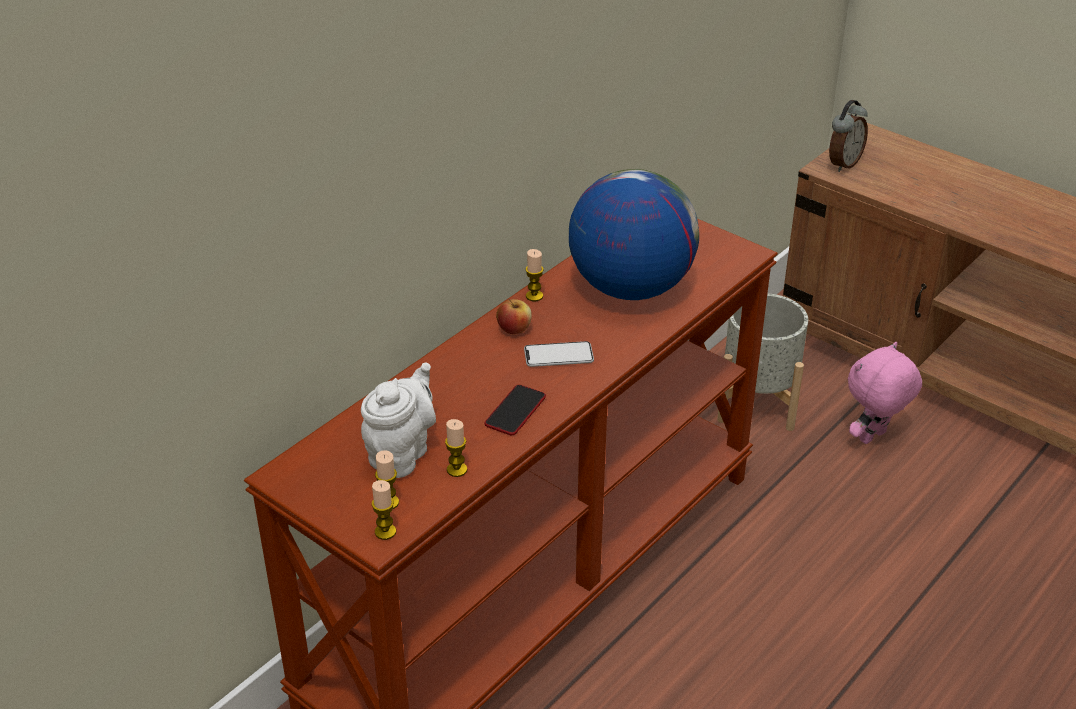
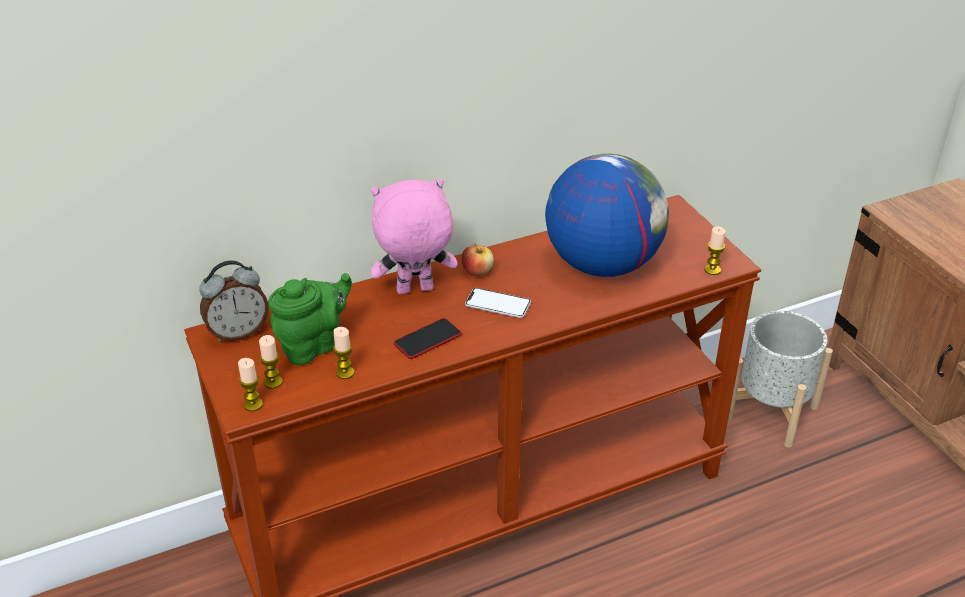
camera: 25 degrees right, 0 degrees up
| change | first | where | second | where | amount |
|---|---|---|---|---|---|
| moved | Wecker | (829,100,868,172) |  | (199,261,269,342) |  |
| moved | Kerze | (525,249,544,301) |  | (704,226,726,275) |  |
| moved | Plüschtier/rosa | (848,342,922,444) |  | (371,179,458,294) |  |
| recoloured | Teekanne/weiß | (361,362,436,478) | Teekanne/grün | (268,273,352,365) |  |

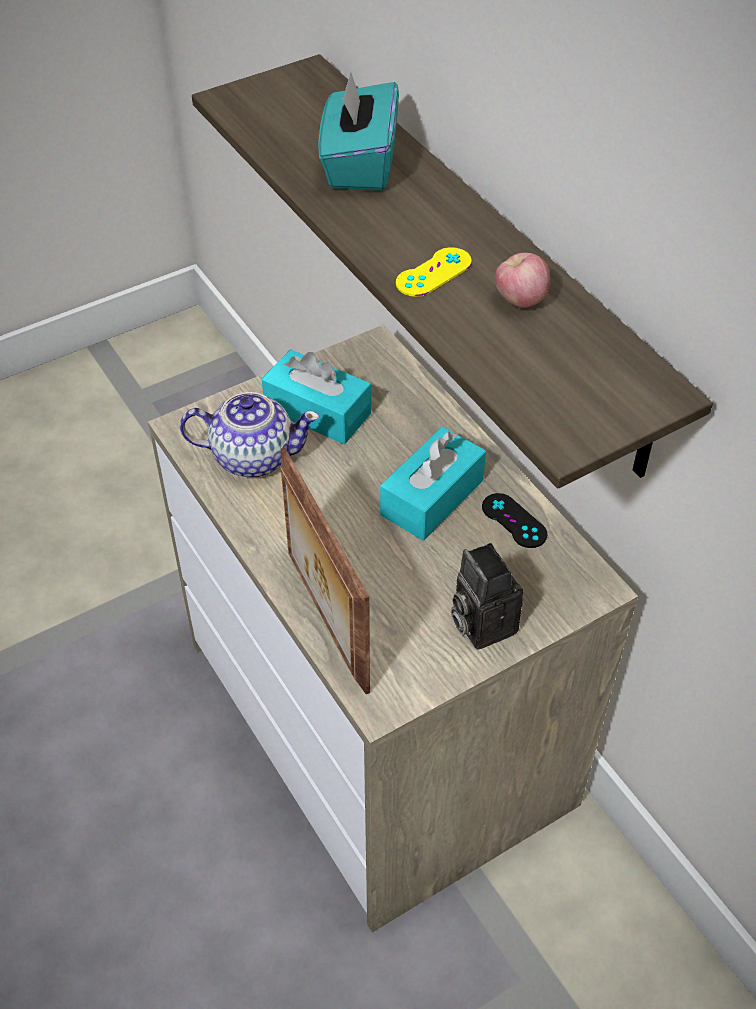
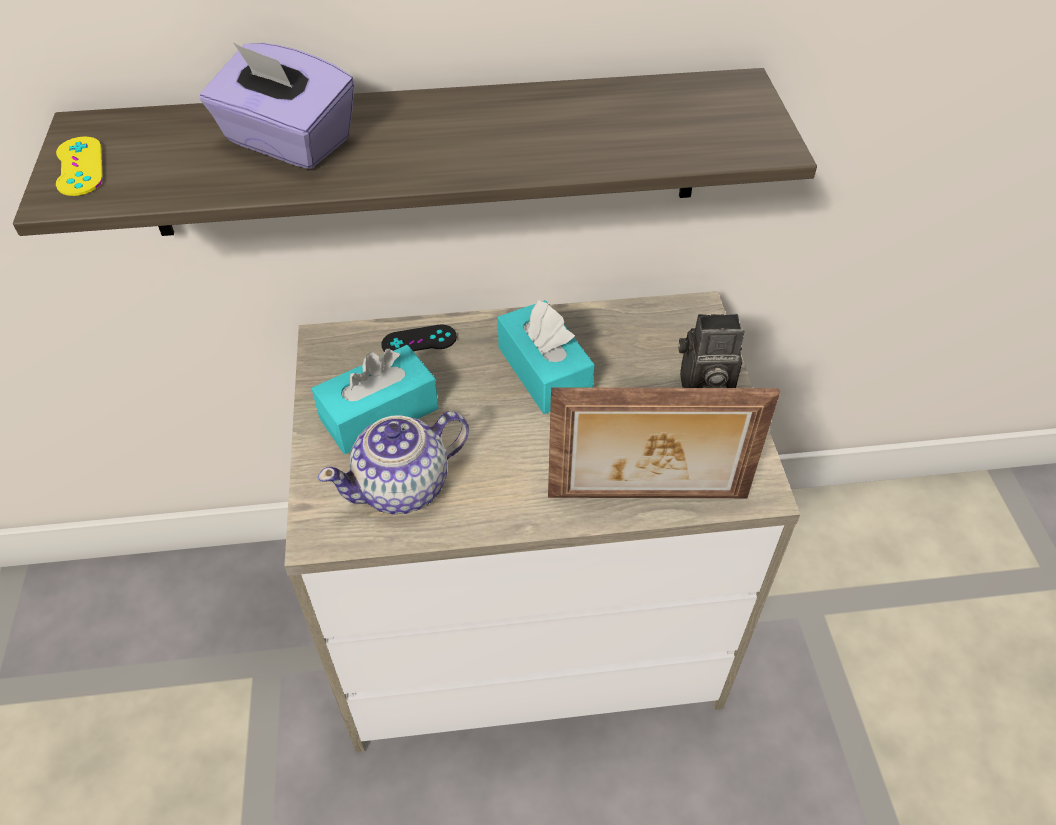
camera: 65 degrees left, 0 degrees up
| change | first | where | second | where | amount |
|---|---|---|---|---|---|
| recoloured | Taschentuchbox/türkis | (318,71,399,191) | Taschentuchbox/lila | (200,42,354,169) |  |
| moved | Gamepad/gelb | (396,247,472,297) |  | (56,137,103,196) |  |
| removed | Apfel | (495,253,551,308) |  |  |  |
| turned | Teekanne | (180,392,320,477) |  | (318,411,469,514) | 150 degrees counterclockwise |
| moved | Gamepad/schwarz | (482,493,547,548) |  | (381,324,457,352) |  |

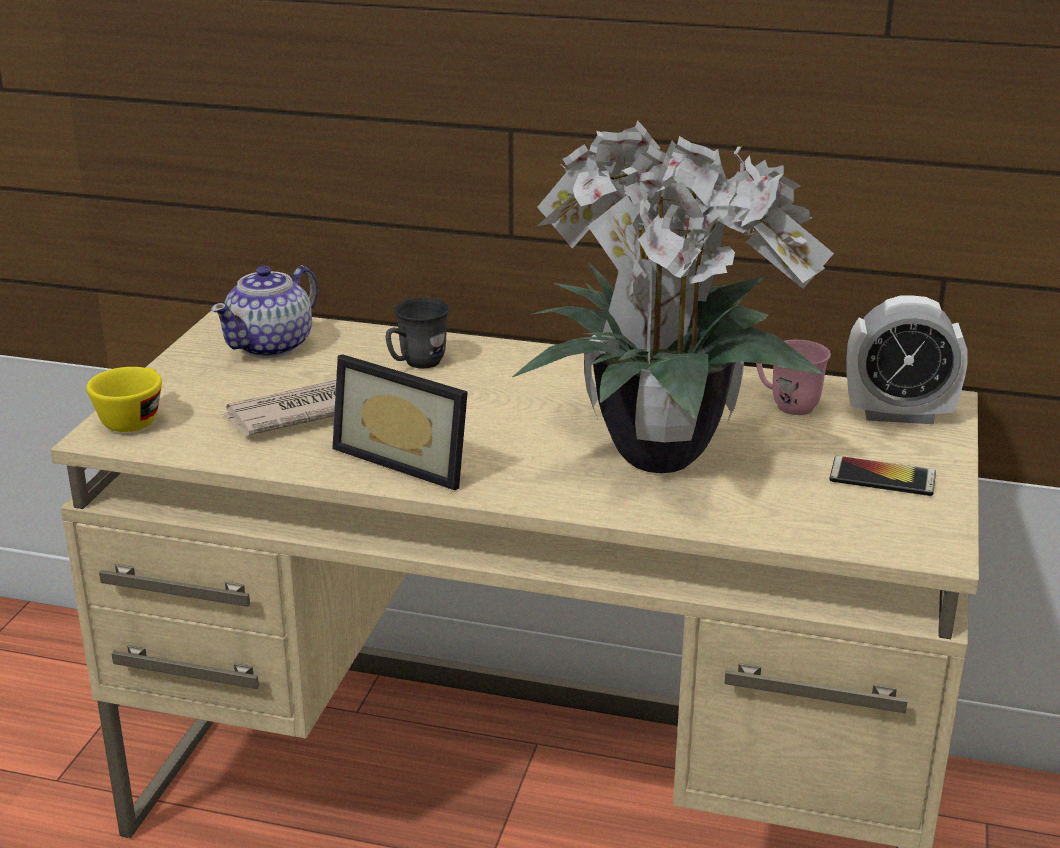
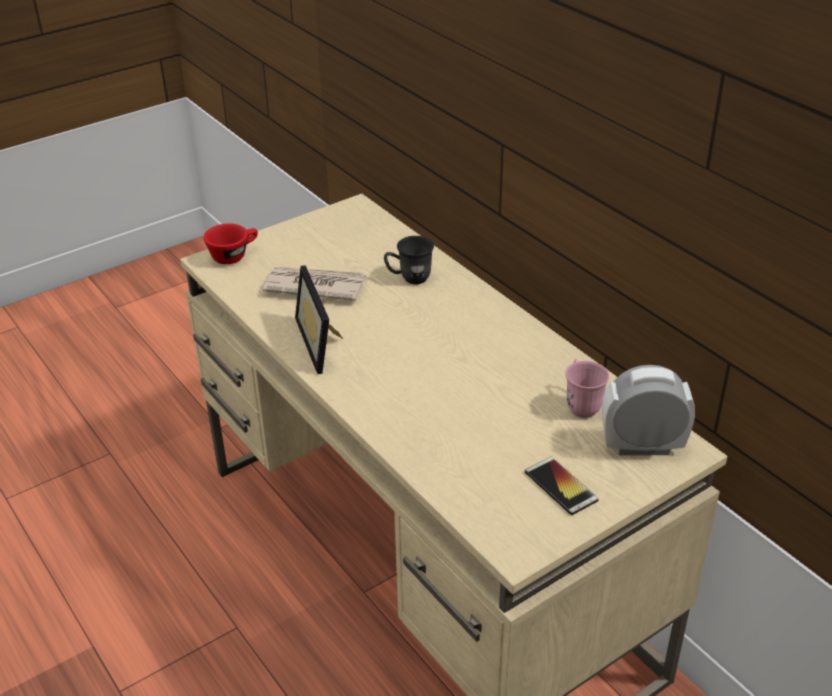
camera: 40 degrees right, 10 degrees up
| change | first | where | second | where | amount |
|---|---|---|---|---|---|
| removed | Topfpflanze | (512,120,834,473) |  |  |  |
| removed | Teekanne | (211,265,318,358) |  |  |  |
| turned | Wecker | (847,296,967,424) |  | (602,365,695,455) | 135 degrees clockwise |
| recoloured | Tasse/gelb | (87,367,162,432) | Tasse/rot | (204,223,258,264) |  |

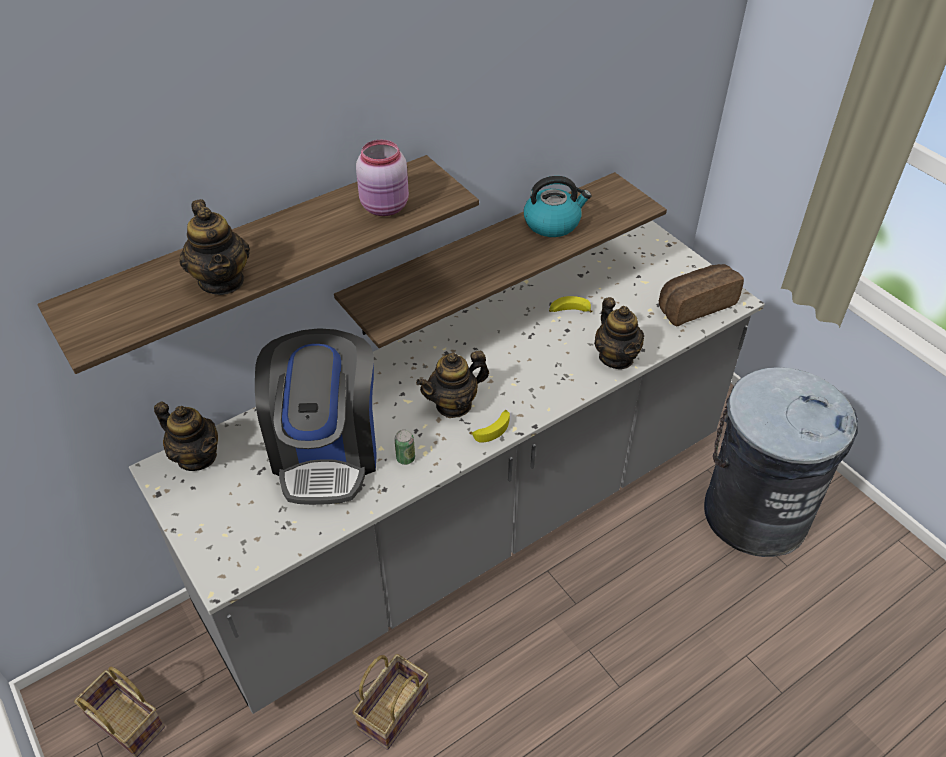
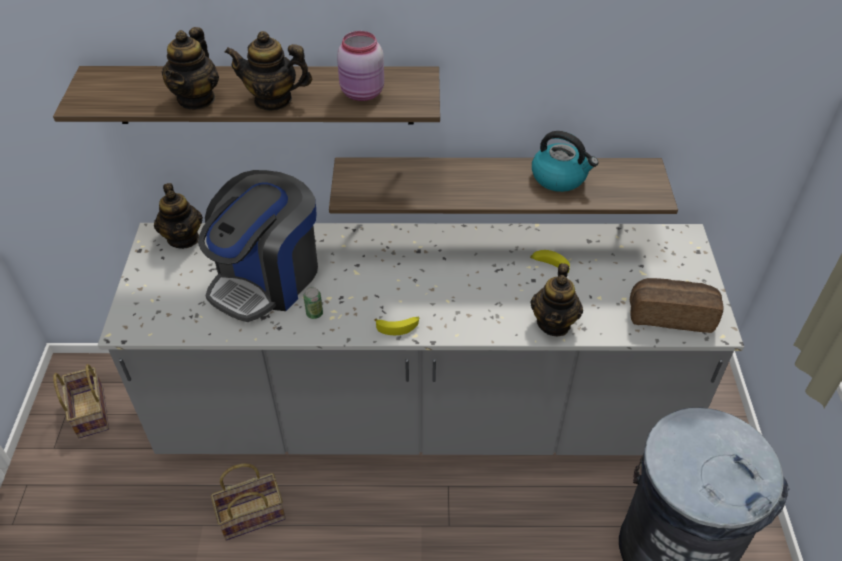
camera: 35 degrees right, 0 degrees up
| change | first | where | second | where | amount |
|---|---|---|---|---|---|
| moved | Teekanne | (416,351,489,418) |  | (224,31,312,111) |  |

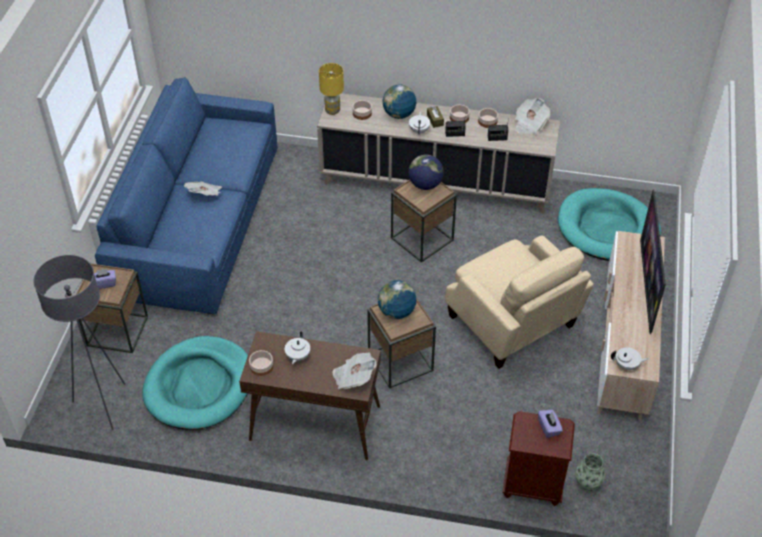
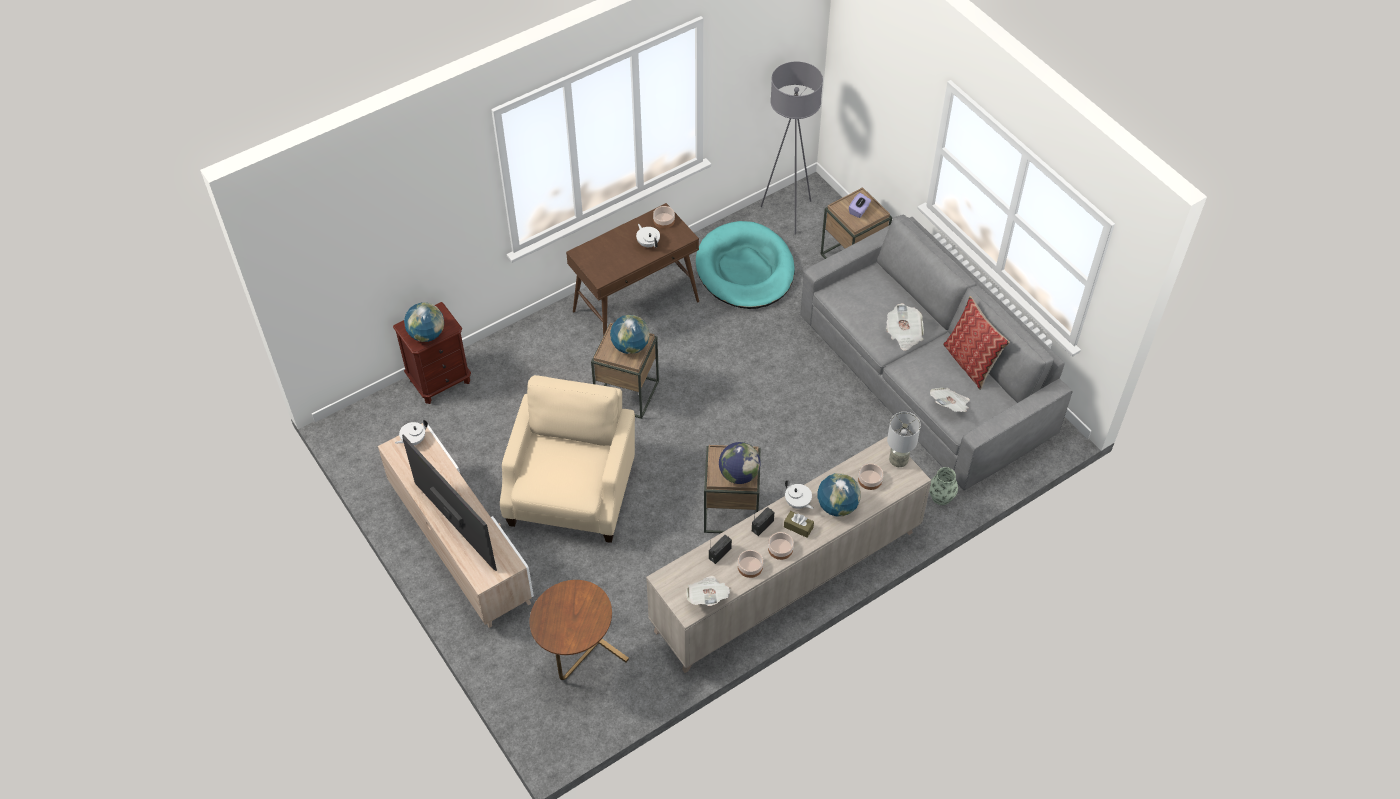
camera: 135 degrees right, 5 degrees up
| change | first | where | second | where | amount |
|---|---|---|---|---|---|
| recoloured | Tischlampe/gelb | (319,63,344,115) | Tischlampe/grau | (887,412,921,467) |  |
| recoloured | Sofa/blau | (95,77,278,315) | Sofa/grau | (800,214,1073,490) |  |
| replaced | Hundebett/türkis | (558,188,661,261) | Beistelltisch/braun | (529,580,629,680) |  |
| turned | Sessel/beige | (445,235,594,369) |  | (500,375,635,543) | 90 degrees clockwise |
| moved | Zeitung | (332,352,377,389) |  | (930,388,970,412) |  |
| replaced | Taschentuchbox/lila | (538,410,563,438) | Globus | (404,303,444,342) |  |
| moved | Vase | (575,453,605,492) |  | (929,467,958,505) |  |
| added |  |  | Kissen | (943,296,1010,390) |  |

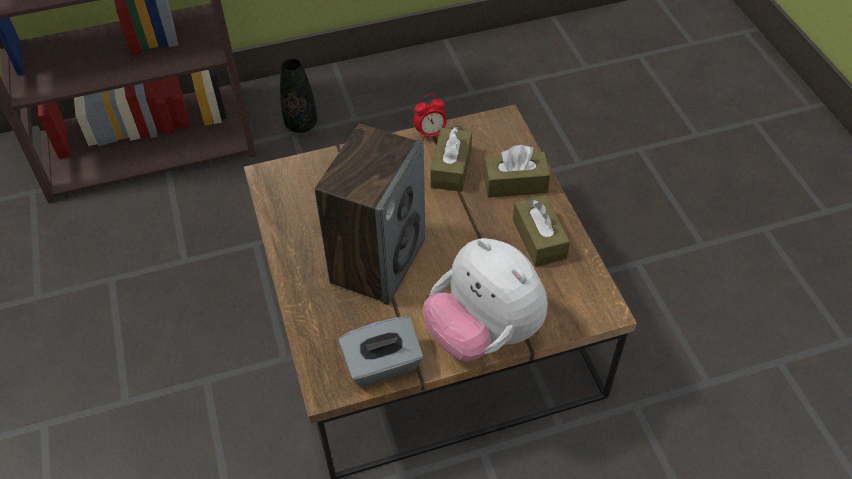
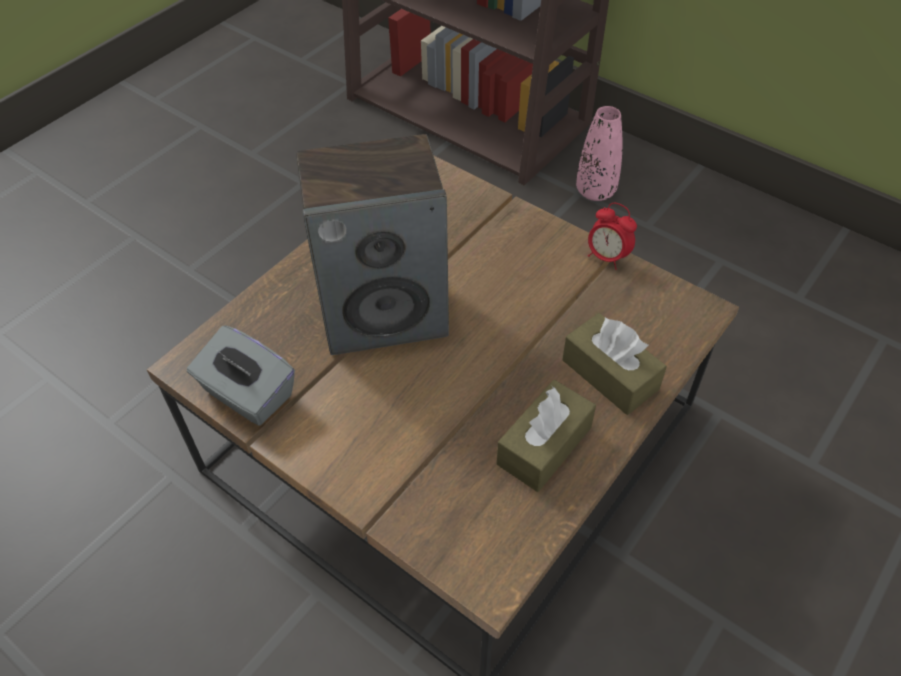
camera: 55 degrees right, 0 degrees up
| change | first | where | second | where | amount |
|---|---|---|---|---|---|
| recoloured | Vase/schwarz | (280,58,317,133) | Vase/rosa | (576,106,622,201) |  |
| removed | Taschentuchbox/braun | (430,127,472,192) |  |  |  |
| removed | Plüschtier | (423,238,548,361) |  |  |  |

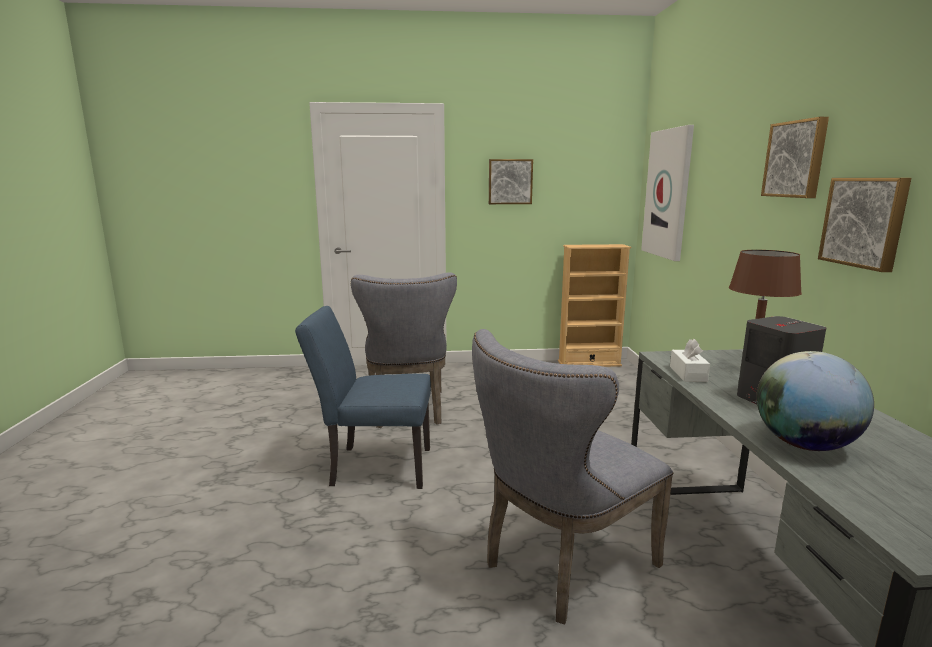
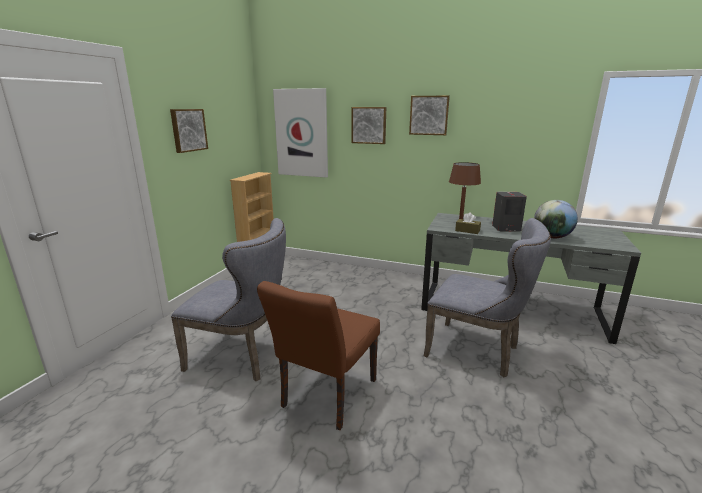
camera: 65 degrees left, 5 degrees up
| change | first | where | second | where | amount |
|---|---|---|---|---|---|
| moved | Bild | (818,178,911,272) |  | (352,107,386,144) |  |
| recoloured | Stuhl/blau | (295,306,431,489) | Stuhl/braun | (257,281,380,430) |  |
| turned | Stuhl/grau | (472,329,673,624) |  | (424,218,551,377) | 45 degrees counterclockwise |
| recoloured | Taschentuchbox/weiß | (670,339,710,382) | Taschentuchbox/braun | (455,212,481,234) |  |

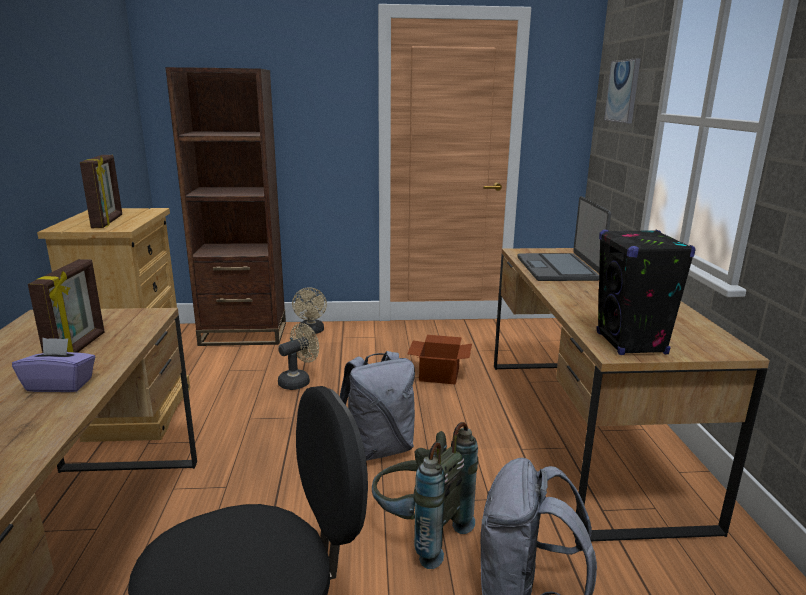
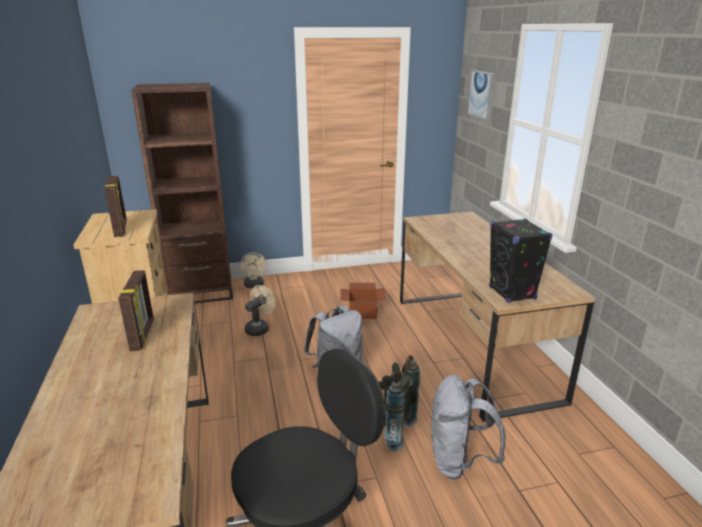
camera: 10 degrees left, 5 degrees up
| change | first | where | second | where | amount |
|---|---|---|---|---|---|
| removed | Laptop | (517,196,611,281) |  |  |  |
| removed | Taschentuchbox/lila | (12,338,95,392) |  |  |  |

